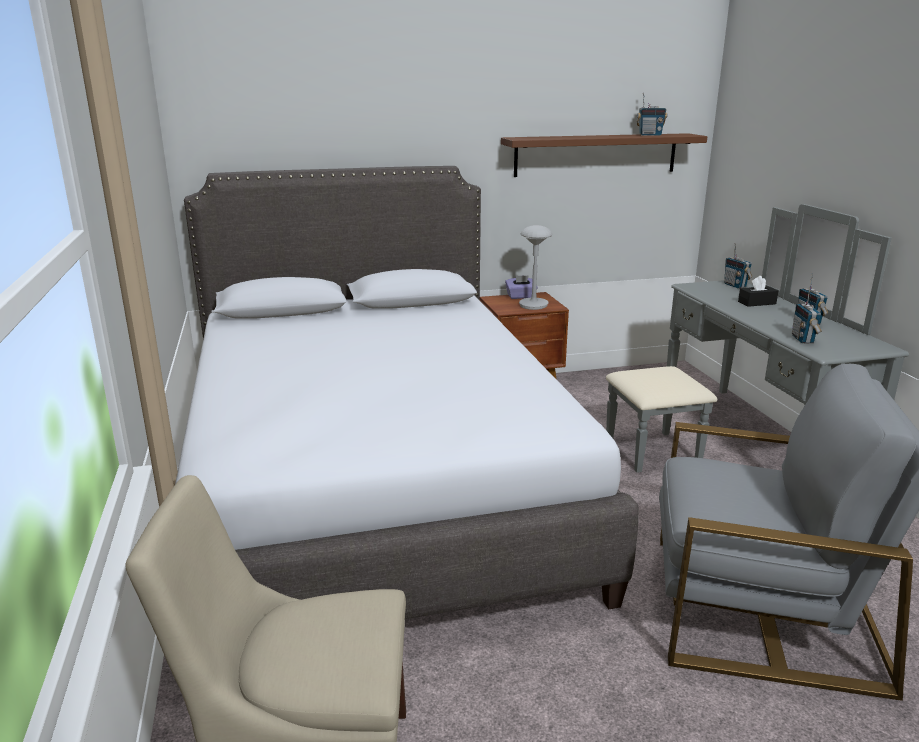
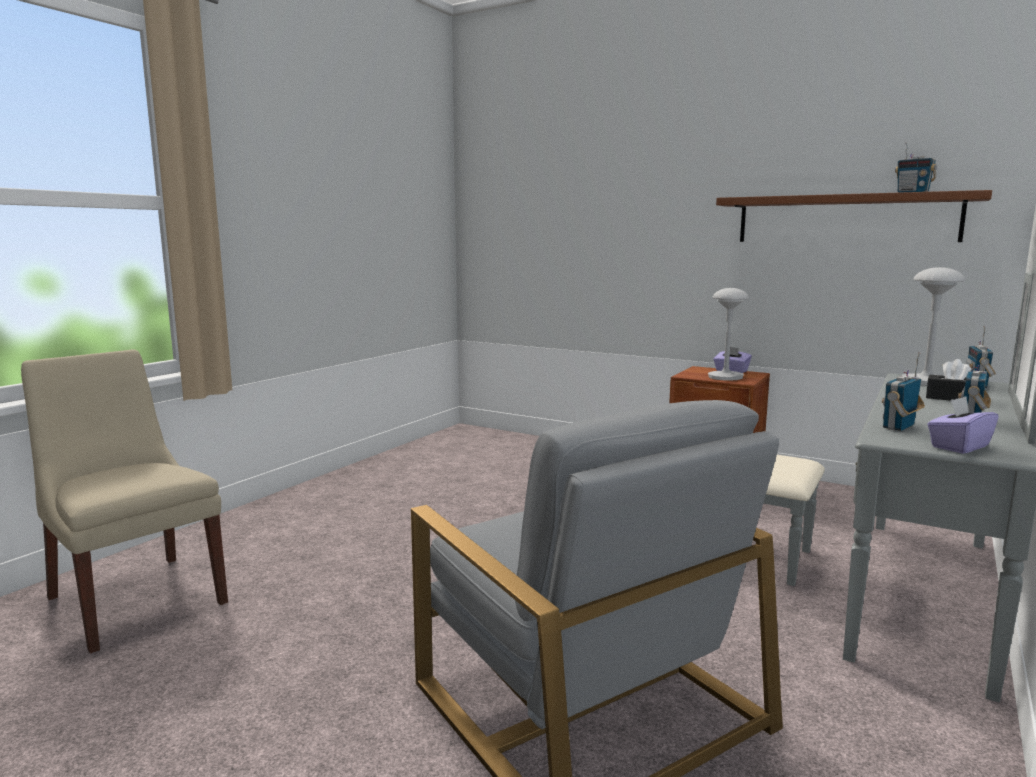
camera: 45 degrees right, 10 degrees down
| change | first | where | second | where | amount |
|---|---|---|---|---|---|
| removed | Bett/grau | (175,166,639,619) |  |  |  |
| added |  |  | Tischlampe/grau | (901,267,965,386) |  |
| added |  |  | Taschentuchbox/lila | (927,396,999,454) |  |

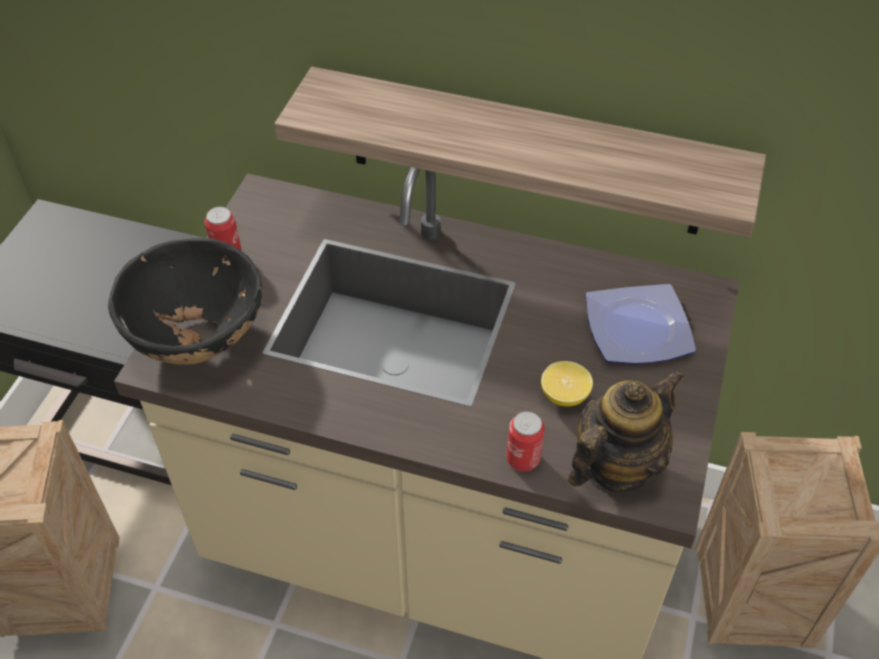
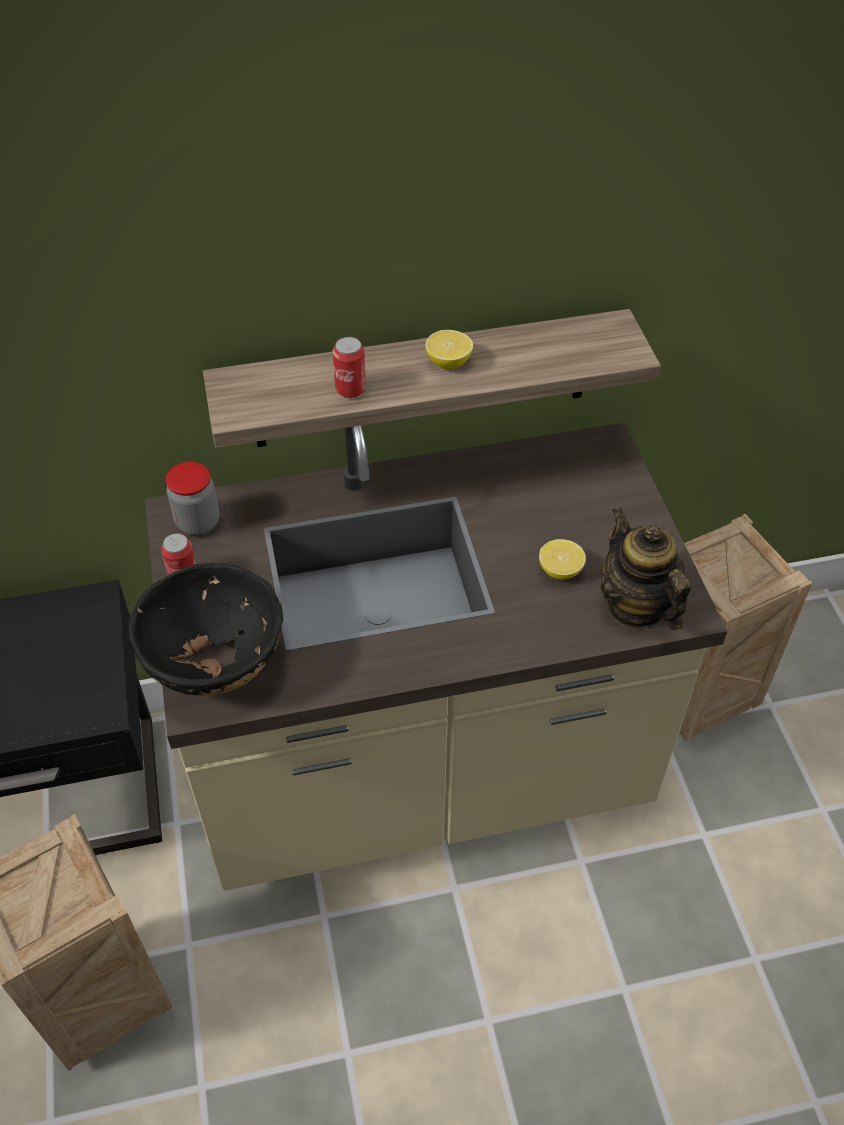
camera: 30 degrees left, 0 degrees up
| change | first | where | second | where | amount |
|---|---|---|---|---|---|
| removed | Teller | (586,284,696,364) |  |  |  |
| turned | Teekanne | (568,369,684,492) |  | (601,507,691,631) | 45 degrees counterclockwise |
| moved | Dose | (507,411,545,471) |  | (333,337,366,398) |  |
| added |  |  | Zitrone | (425,330,473,369) |  |
| added |  |  | Vorratsglas | (166,462,220,535) |  |

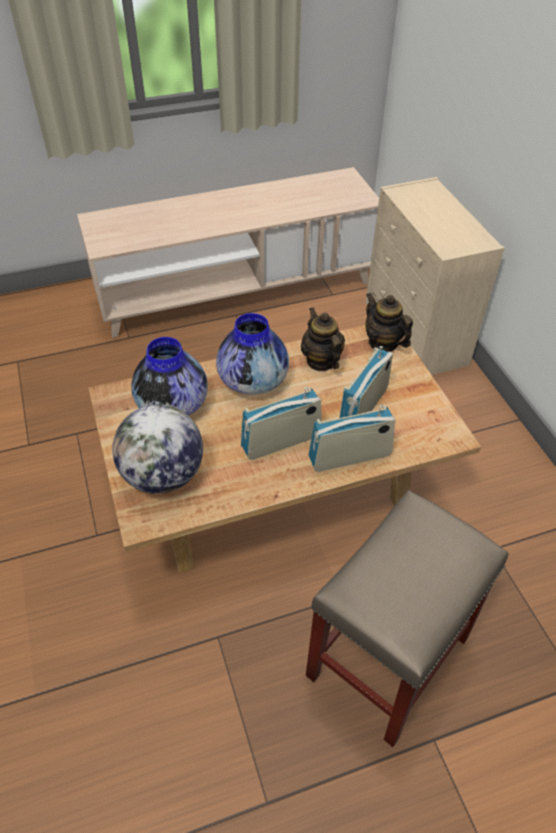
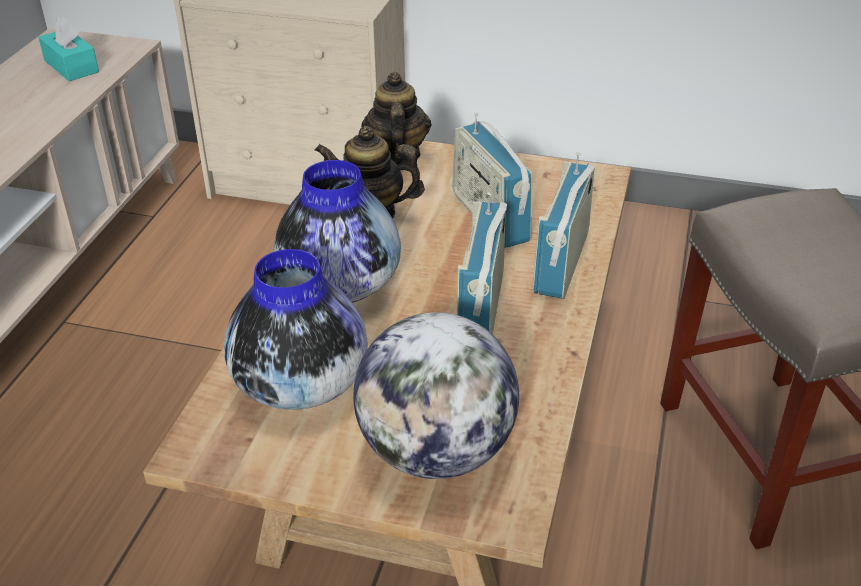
camera: 55 degrees left, 10 degrees down
| change | first | where | second | where | amount |
|---|---|---|---|---|---|
| turned | Teekanne | (365,293,413,352) |  | (361,72,431,165) | 90 degrees clockwise |
| added |  |  | Taschentuchbox/türkis | (38,17,99,81) |  |

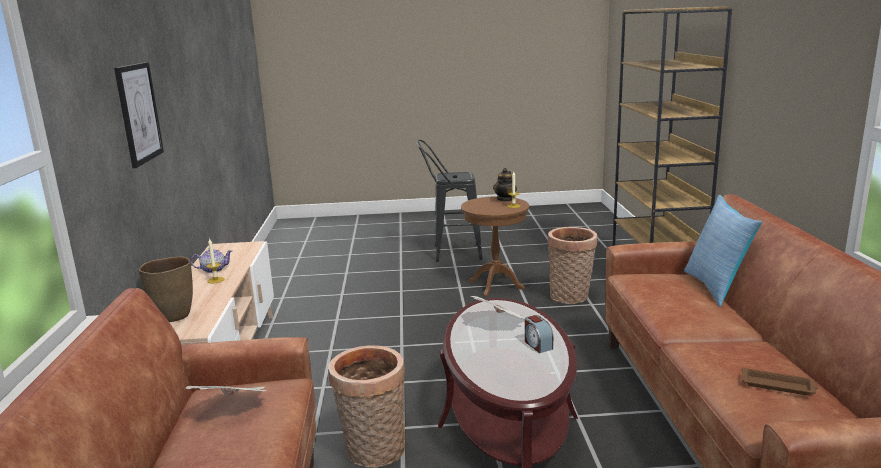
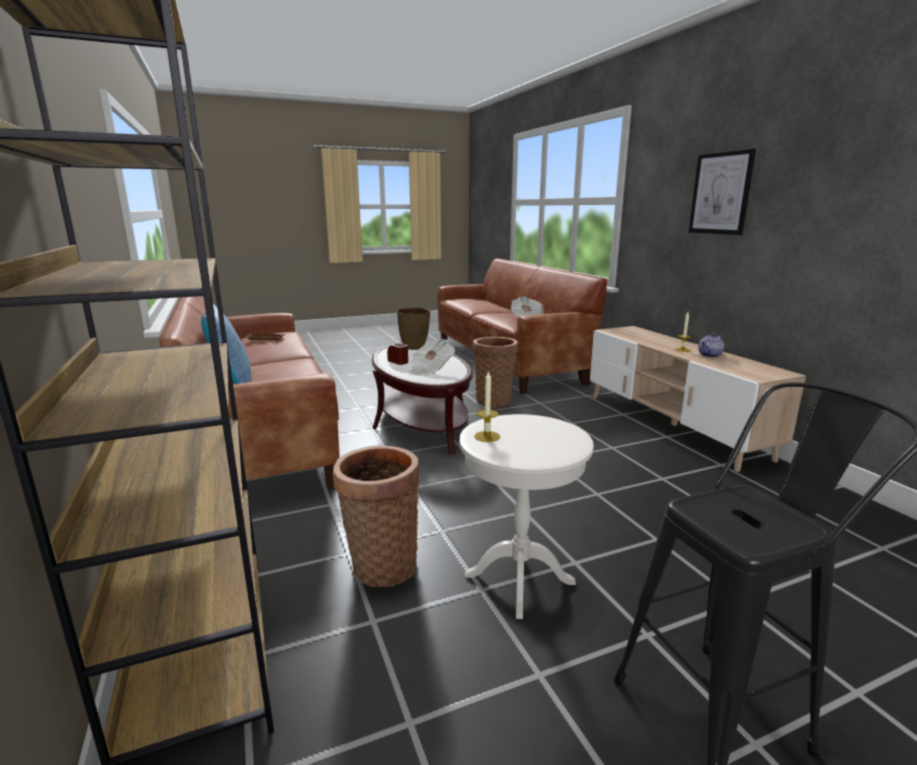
camera: 160 degrees right, 0 degrees up
| change | first | where | second | where | amount |
|---|---|---|---|---|---|
| removed | Teekanne | (493,168,517,202) |  |  |  |
| recoloured | Beistelltisch/braun | (461,196,529,296) | Beistelltisch/weiß | (459,414,594,619) |  |
| moved | Vase/braun | (139,257,193,322) |  | (397,307,430,350) |  |

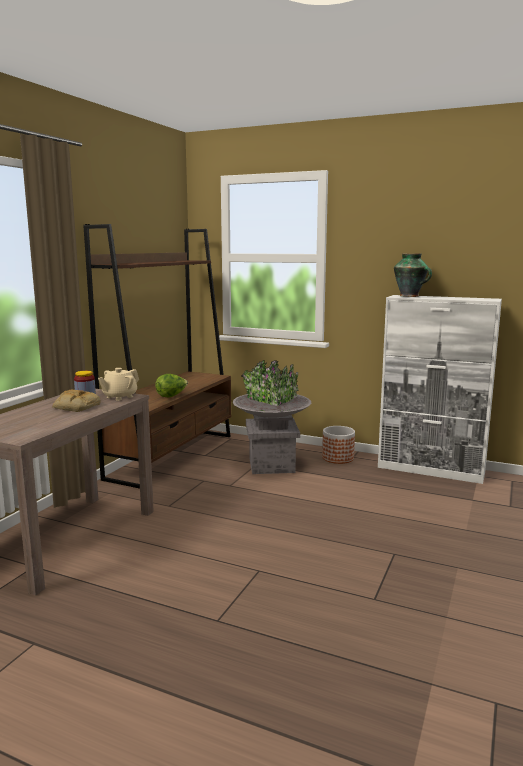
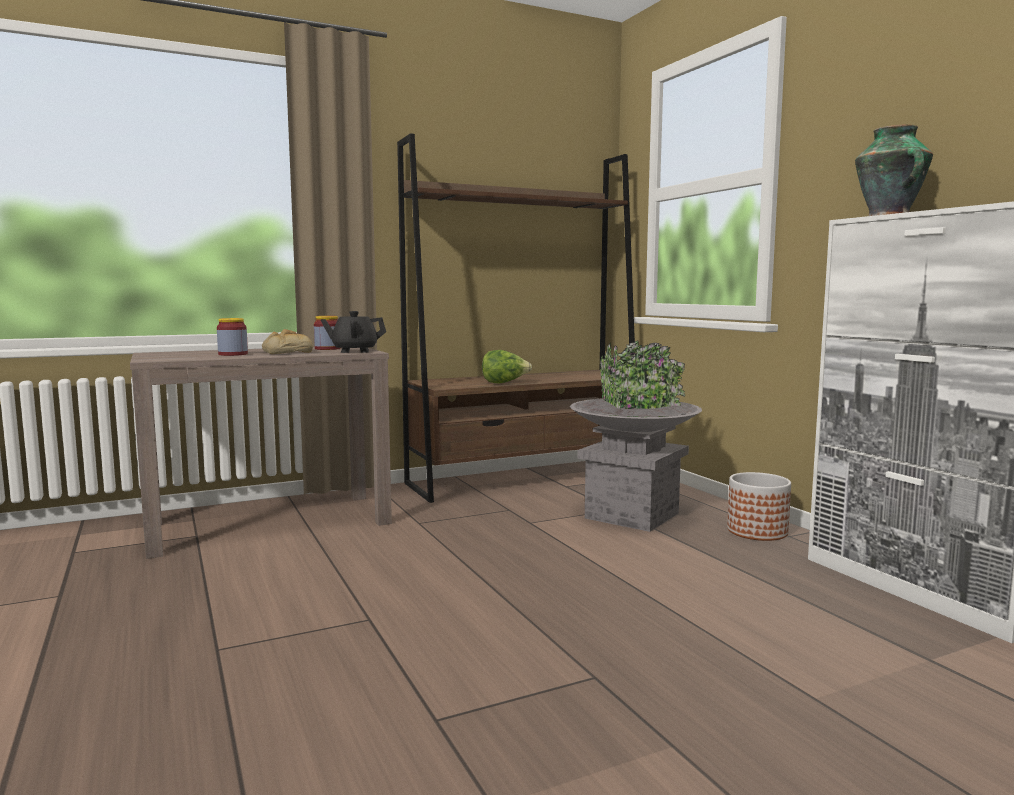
camera: 40 degrees right, 5 degrees down
| change | first | where | second | where | amount |
|---|---|---|---|---|---|
| recoloured | Teekanne/beige | (98,368,139,401) | Teekanne/schwarz | (321,311,386,353) |  |
| added |  |  | Vorratsglas | (217,318,248,356) |  |

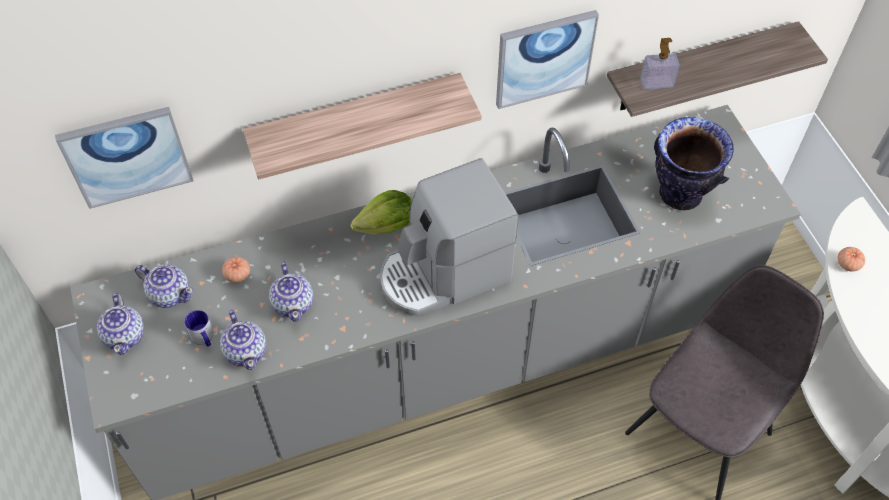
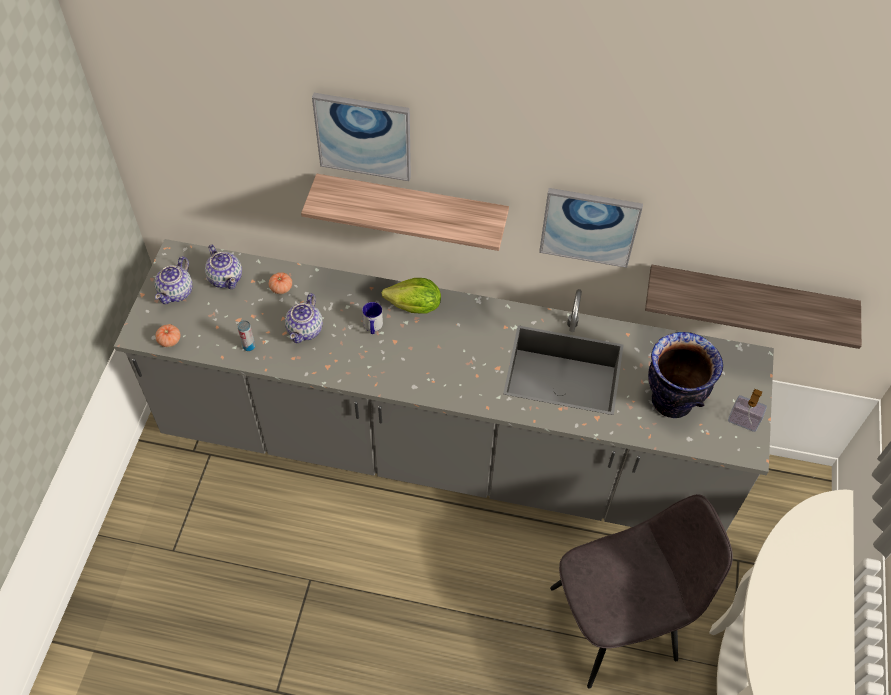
camera: 30 degrees right, 0 degrees up
| change | first | where | second | where | amount |
|---|---|---|---|---|---|
| moved | Seifenspender | (640,38,679,90) |  | (728,389,767,432) |  |
| moved | Bild | (55,107,193,209) |  | (312,93,411,181) |  |
| removed | Kaffeemaschine | (380,158,519,317) |  |  |  |
| moved | Tomate | (837,247,865,272) |  | (156,324,180,347) |  |
| moved | Henkelbecher | (184,310,214,346) |  | (362,302,383,334) |  |
| replaced | Teekanne | (220,310,266,370) | Dose | (237,320,255,351) |  |

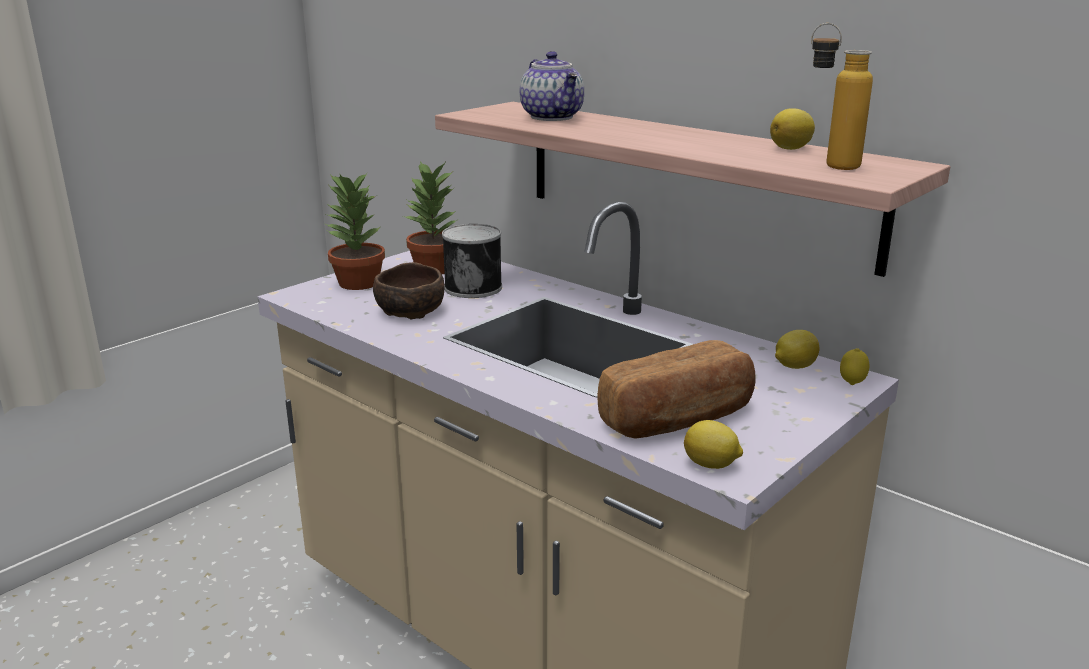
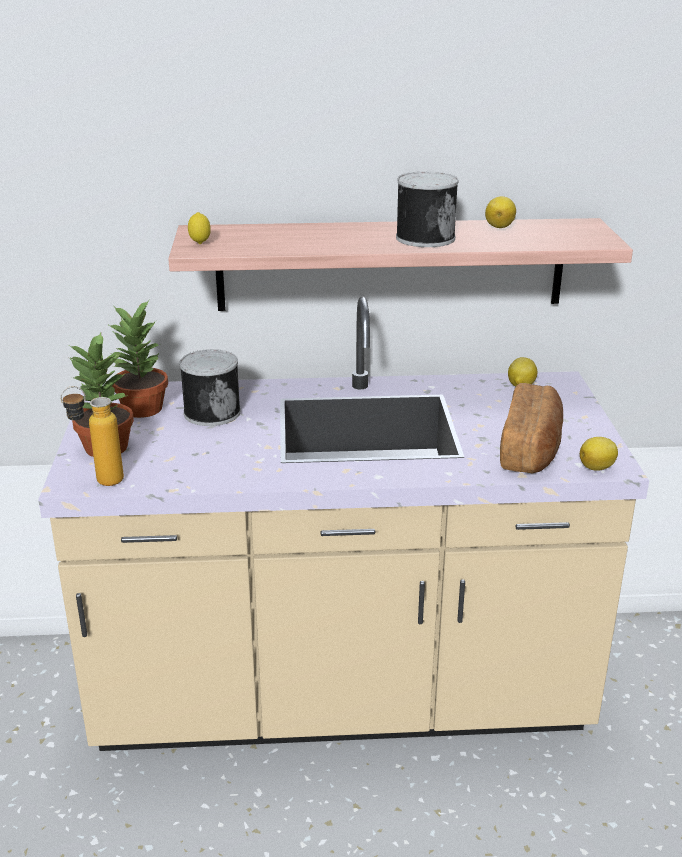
camera: 45 degrees left, 5 degrees up
| change | first | where | second | where | amount |
|---|---|---|---|---|---|
| moved | Flasche | (811,23,873,170) |  | (60,386,124,486) |  |
| removed | Teekanne | (520,51,584,121) |  |  |  |
| removed | Schüssel/braun | (373,262,445,319) |  |  |  |
| moved | Zitrone | (840,348,869,385) |  | (188,212,211,244) |  |
| added |  |  | Dose | (396,171,459,247) |  |

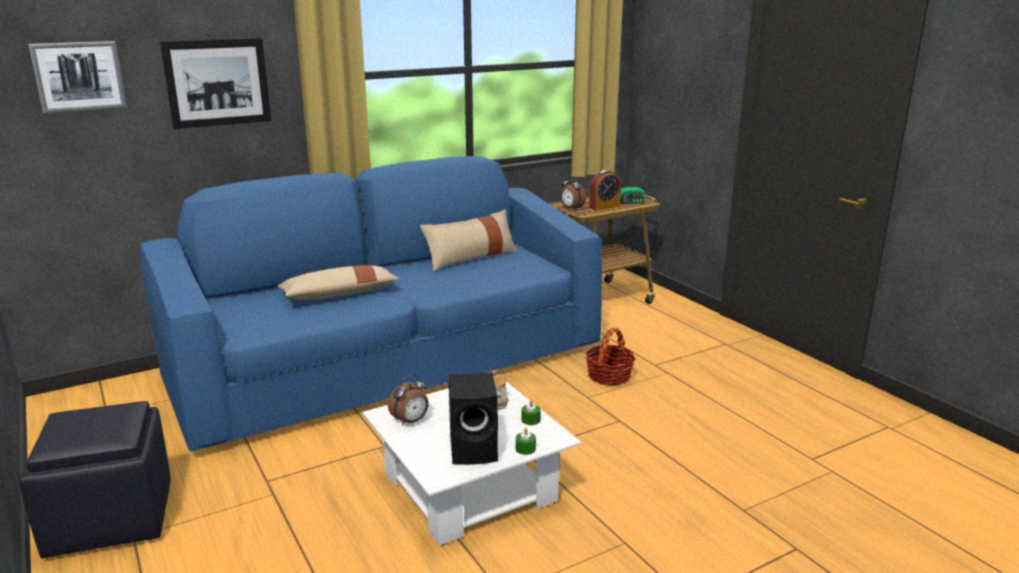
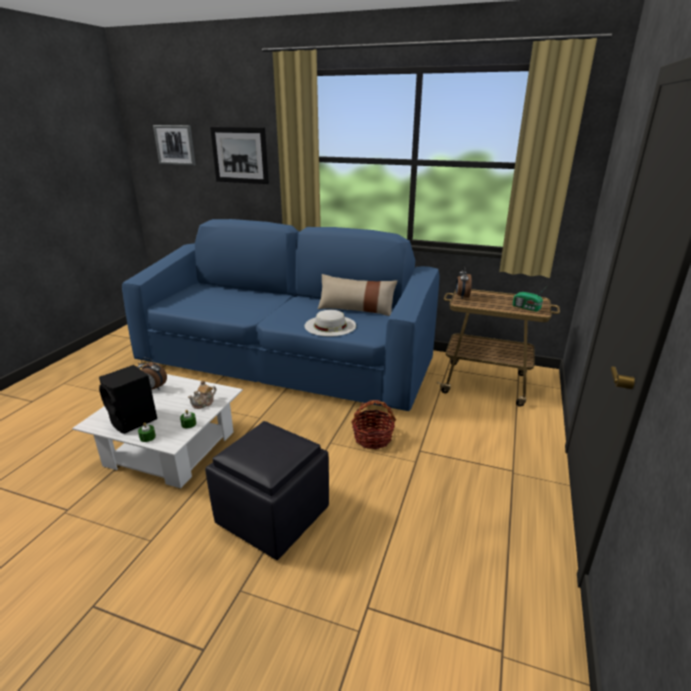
camera: 50 degrees right, 5 degrees up
| change | first | where | second | where | amount |
|---|---|---|---|---|---|
| removed | Wecker | (589,170,621,210) |  |  |  |
| removed | Kissen/beige | (277,265,400,300) |  |  |  |
| moved | Polsterhocker/schwarz | (19,401,171,558) |  | (205,421,329,560) |  |
| added |  |  | Hut/weiß | (305,310,356,336) |  |

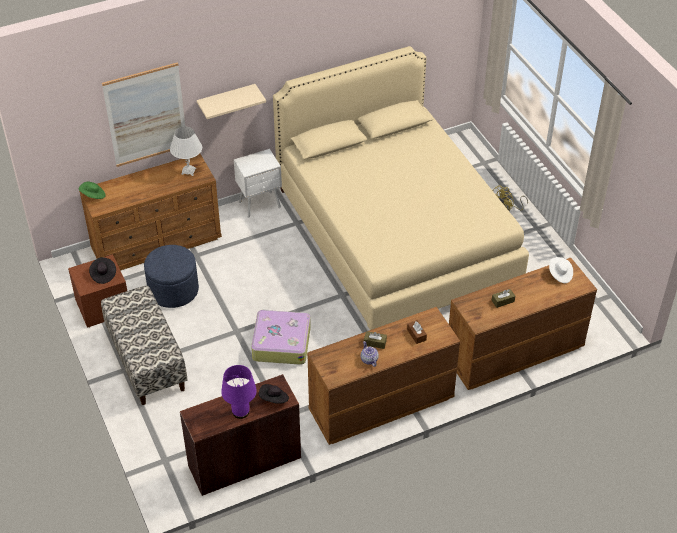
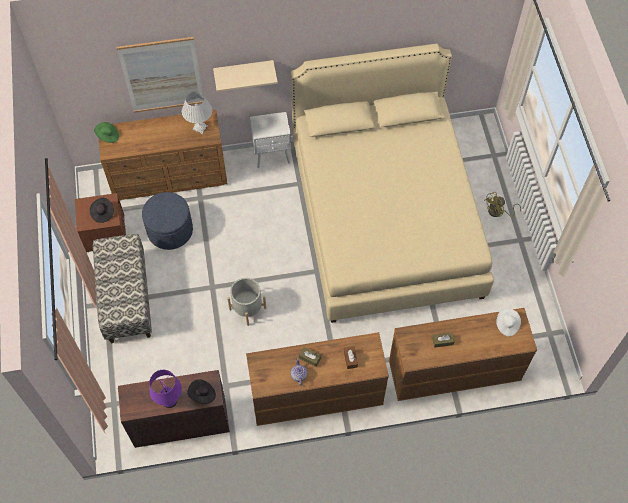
camera: 15 degrees right, 15 degrees up
| change | first | where | second | where | amount |
|---|---|---|---|---|---|
| replaced | Koffer | (251,309,311,365) | Pflanzkübel/grau | (227,278,266,326) |  |

